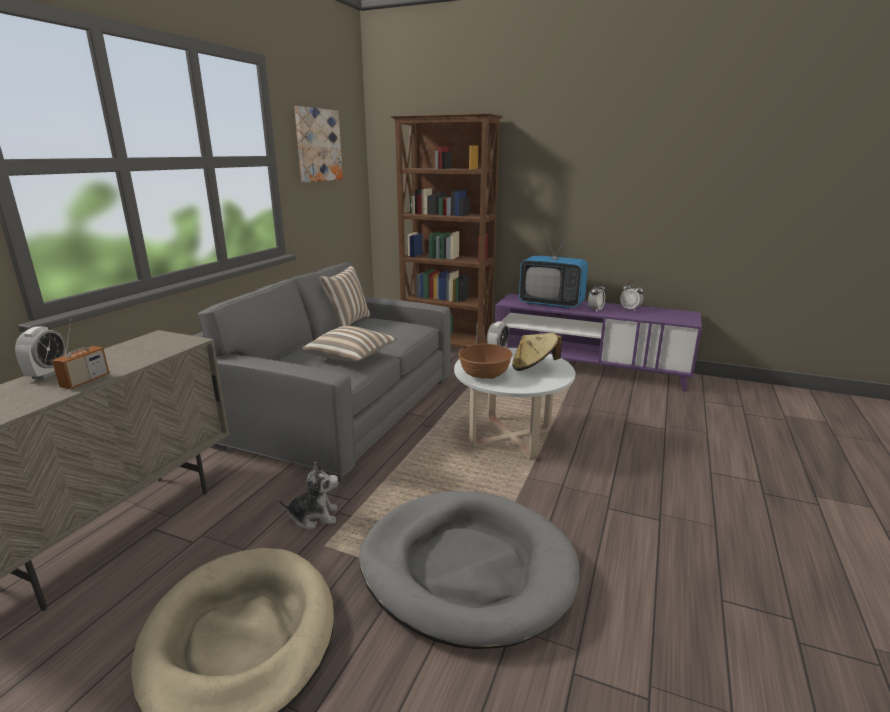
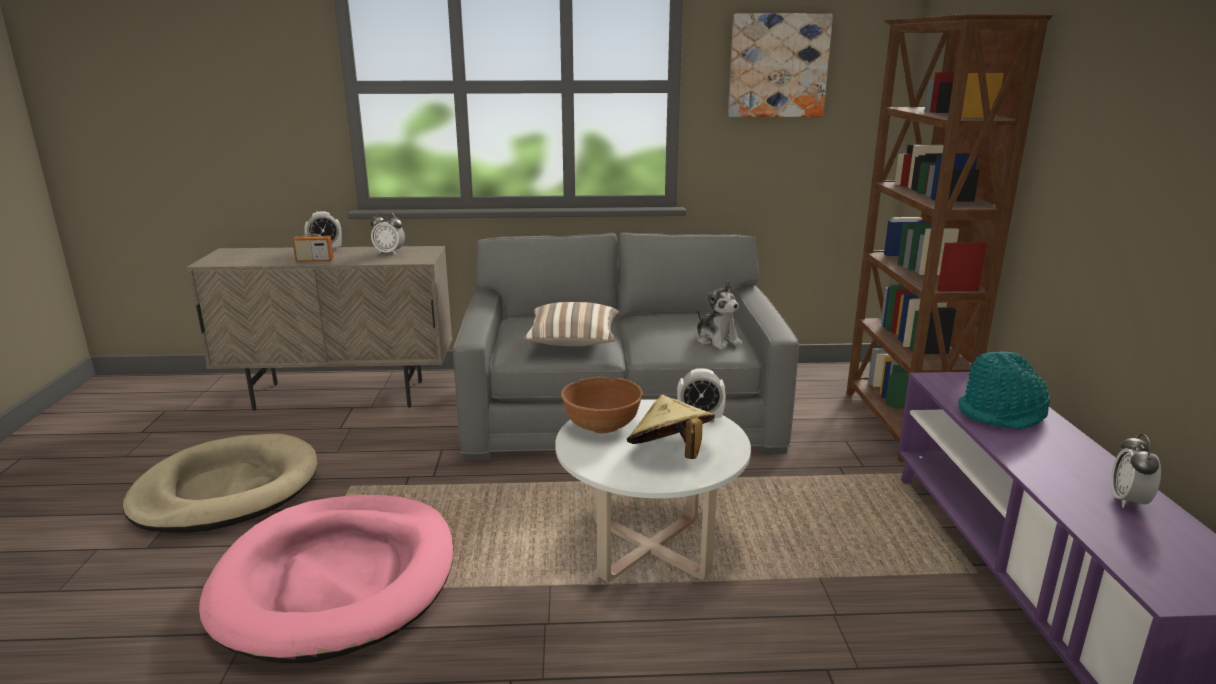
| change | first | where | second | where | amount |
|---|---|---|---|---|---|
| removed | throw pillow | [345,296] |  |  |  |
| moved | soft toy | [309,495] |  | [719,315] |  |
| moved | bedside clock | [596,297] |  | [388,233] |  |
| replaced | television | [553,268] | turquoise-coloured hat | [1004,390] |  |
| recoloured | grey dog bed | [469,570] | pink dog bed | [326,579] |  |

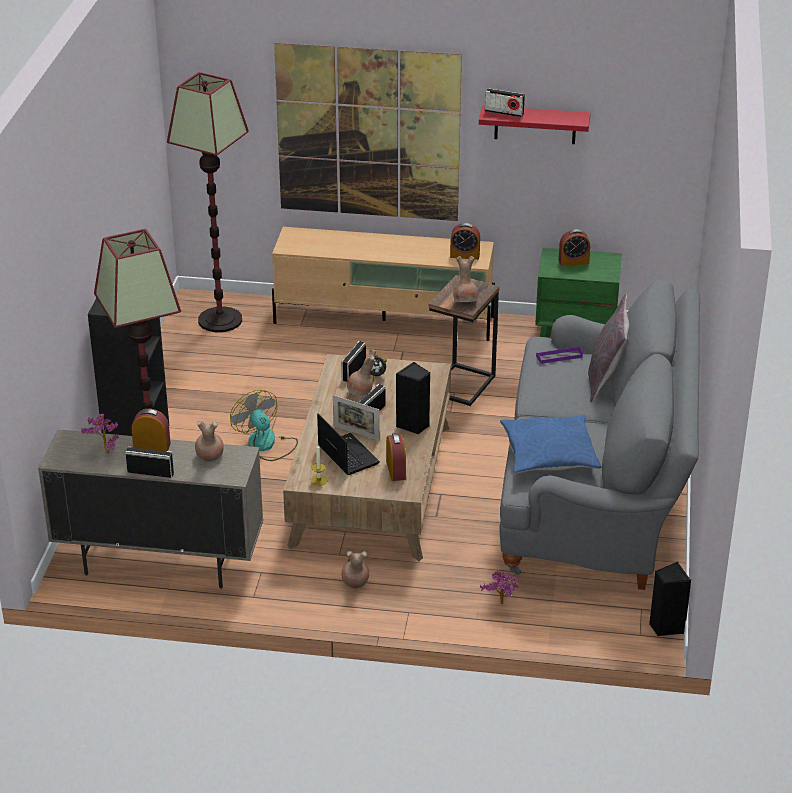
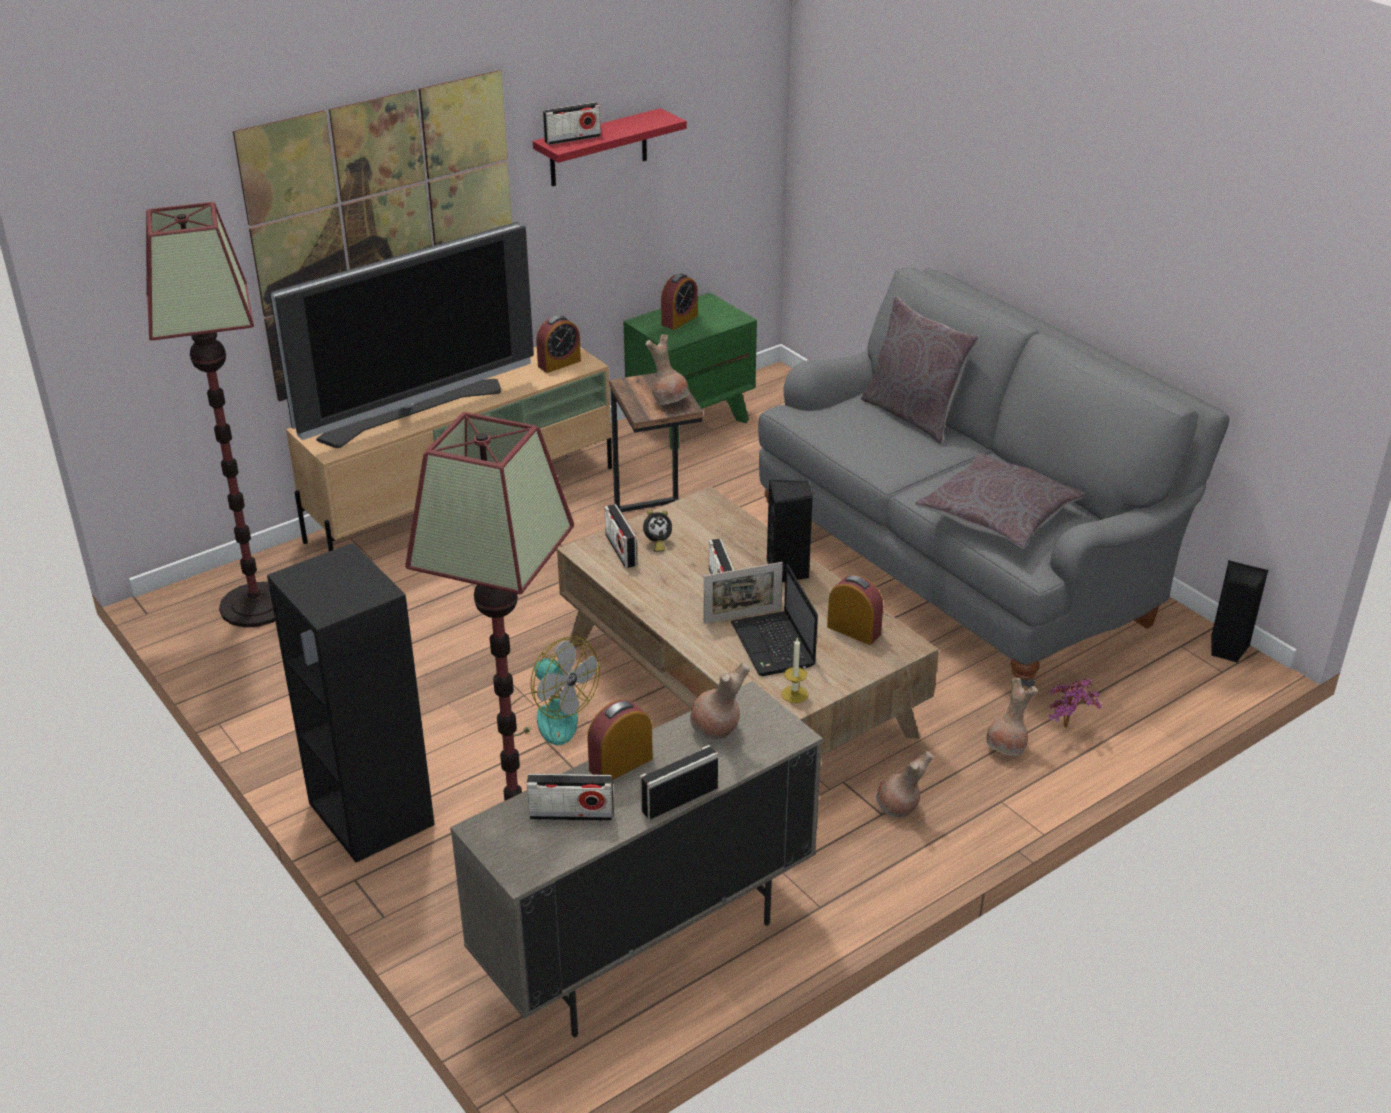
| change | first | where | second | where | amount |
|---|---|---|---|---|---|
| removed | purple-coloured carrying tray | [559,355] |  |  |  |
| added |  |  | television | [402,335] |  |
| moved | brownish flower vase | [361,372] |  | [1012,717] |  |
| replaced | houseplant | [100,433] | radio receiver | [570,797] |  |
| recoloured | blue-coloured throw pillow | [550,444] | grey throw pillow | [1000,501] |  |
| turned | electric fan | [264,425] |  | [555,690] | 150 degrees counterclockwise |
| turned | portable computer | [348,444] |  | [774,620] | 120 degrees counterclockwise |

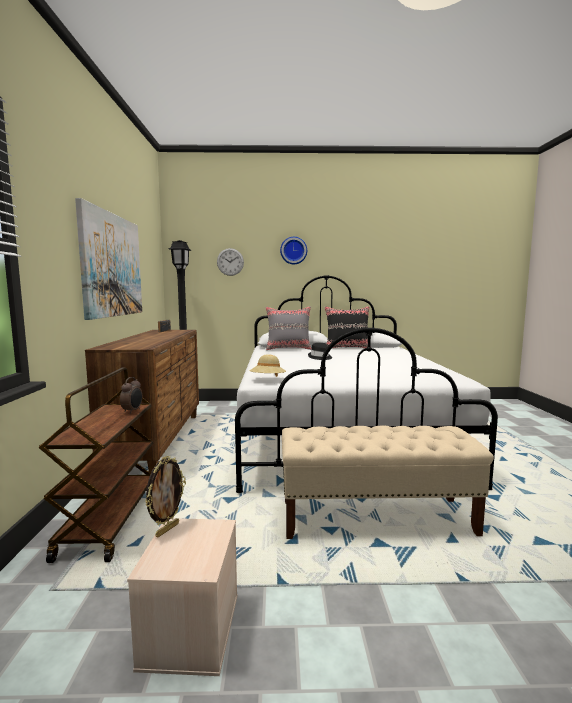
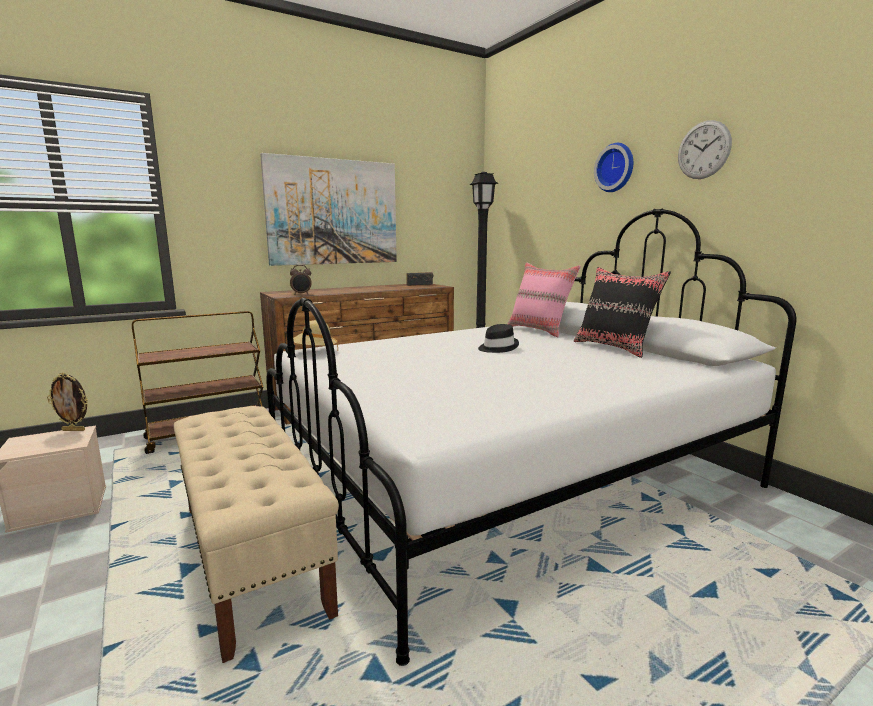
| change | first | where | second | where | amount |
|---|---|---|---|---|---|
| moved | bedside clock | [131,395] |  | [301,280] |  |
| moved | clock on the wall | [230,262] |  | [705,149] |  |
| recoloured | grey throw pillow | [289,328] | pink throw pillow | [544,300] |  |

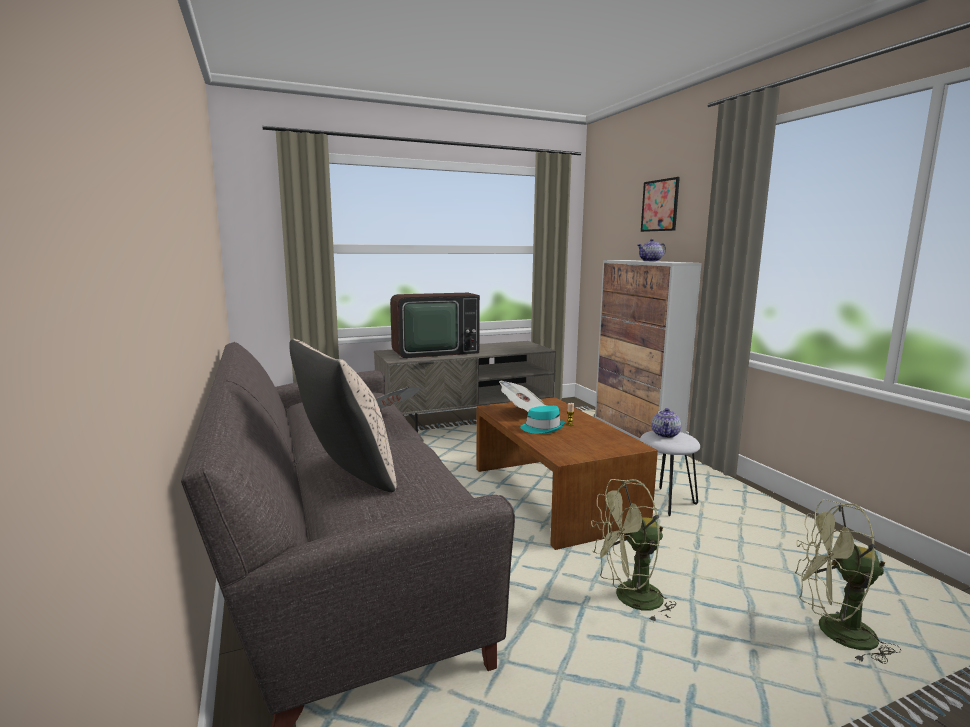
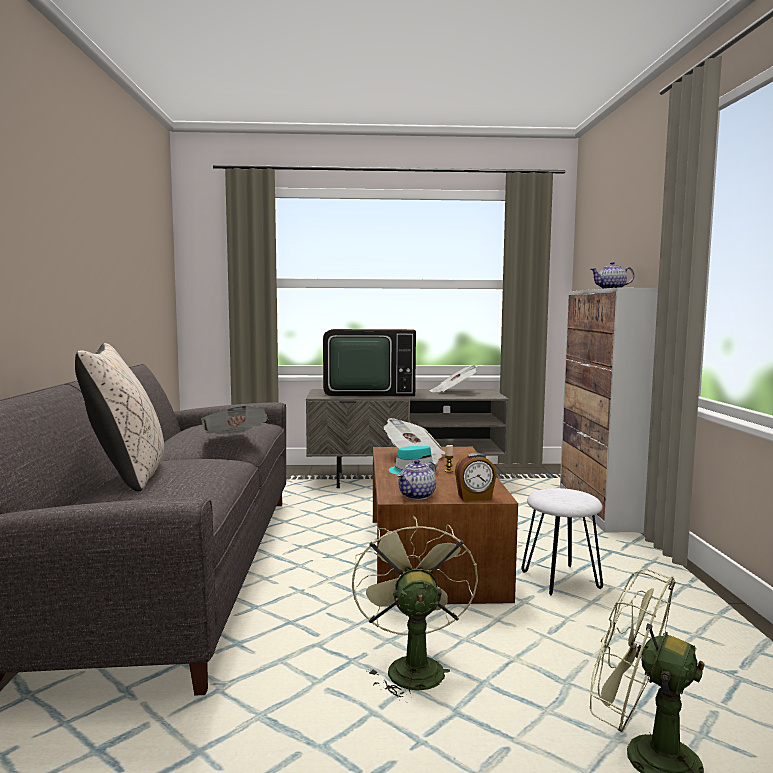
| change | first | where | second | where | amount |
|---|---|---|---|---|---|
| removed | picture | [660,204] |  |  |  |
| added |  |  | printed paper | [454,378] |  |
| added |  |  | bedside clock | [476,477] |  |
| moved | pot for tea | [666,423] |  | [416,479] |  |
| turned | green-coloured electric fan | [633,551] |  | [415,607] | 75 degrees clockwise |

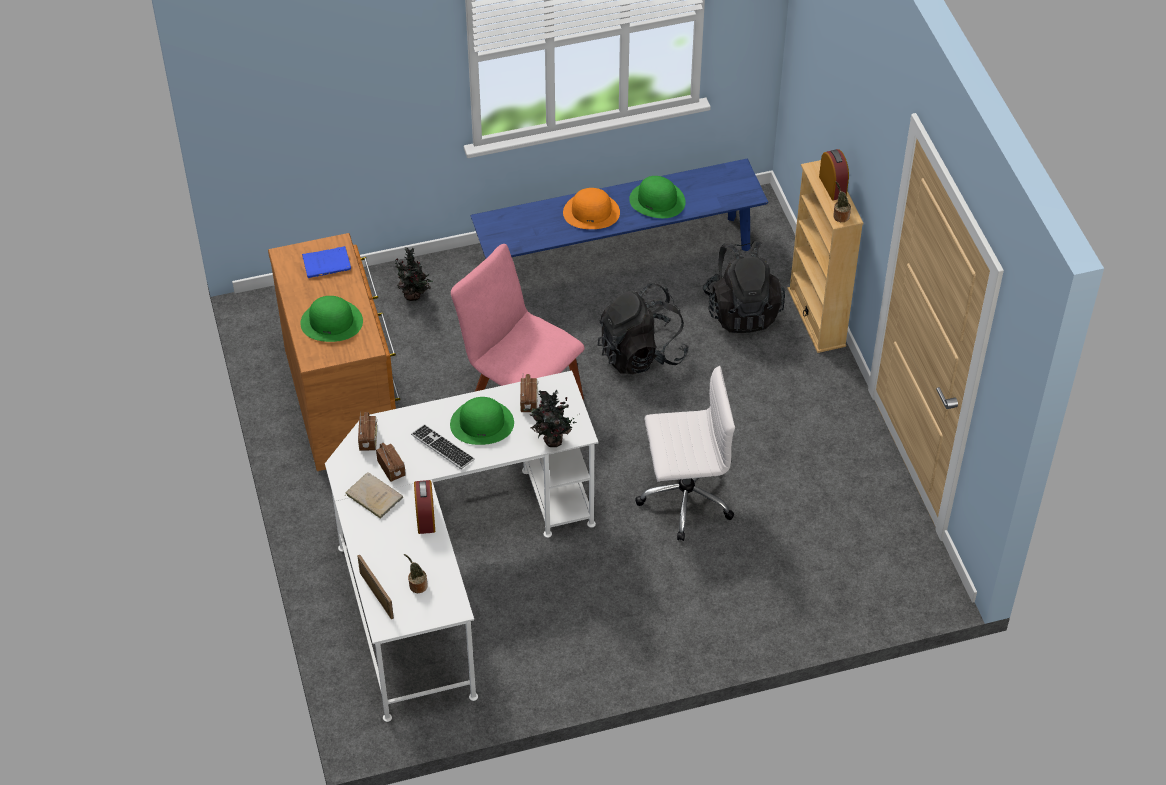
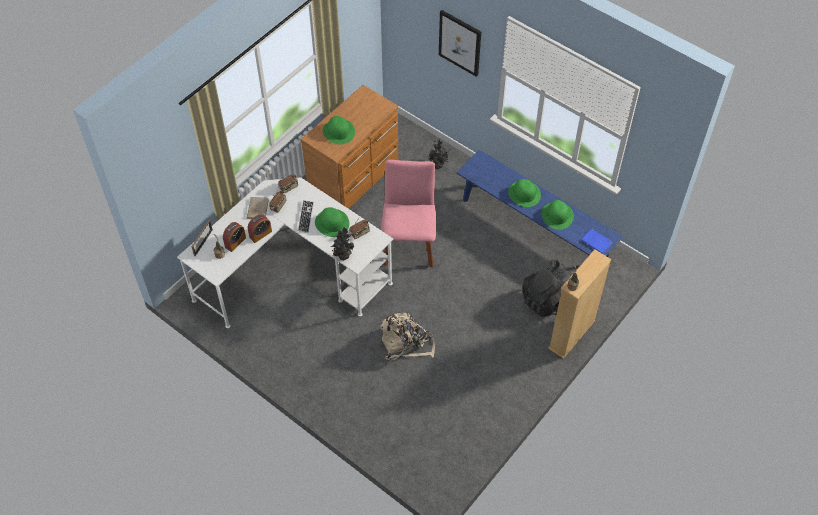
| change | first | where | second | where | amount |
|---|---|---|---|---|---|
| removed | black-coloured rucksack | [643,328] |  |  |  |
| added |  |  | picture | [460,43] |  |
| moved | blue-coloured volume | [326,262] |  | [597,241] |  |
| moved | bedside clock | [834,174] |  | [234,237] |  |
| replaced | white computer chair | [685,453] | beige rucksack | [407,336] |  |
| recoloured | orange hat | [591,208] | green-coloured hat | [524,193] |  |

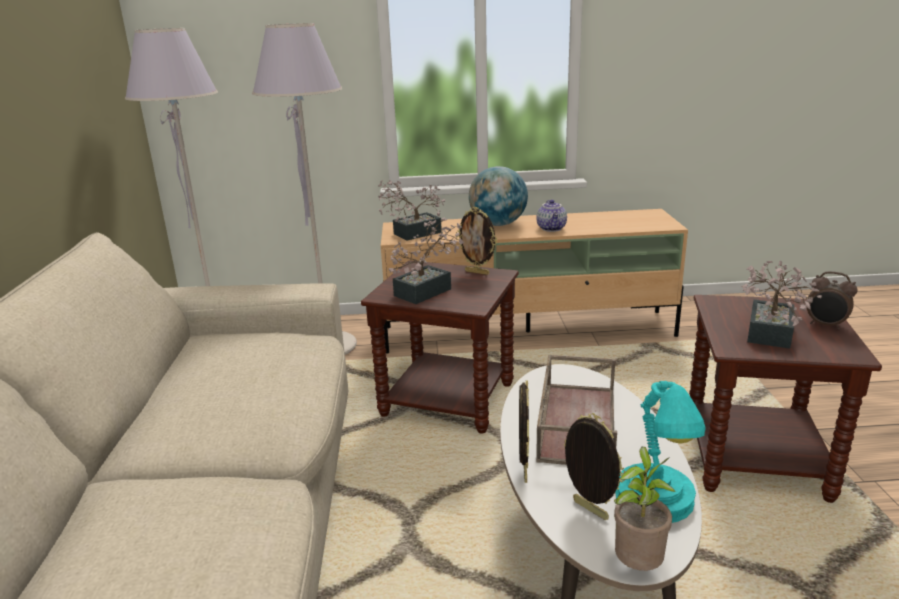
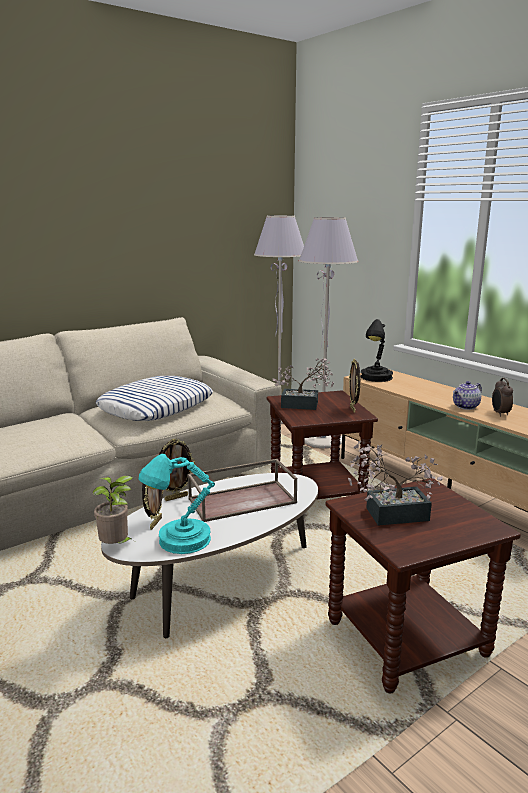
| change | first | where | second | where | amount |
|---|---|---|---|---|---|
| removed | world globe | [498,196] |  |  |  |
| added |  |  | throw pillow | [154,398] |  |
| moved | bedside clock | [832,300] |  | [502,397] |  |
| replaced | houseplant | [411,210] | black-coloured lamp for a table | [376,350] |  |

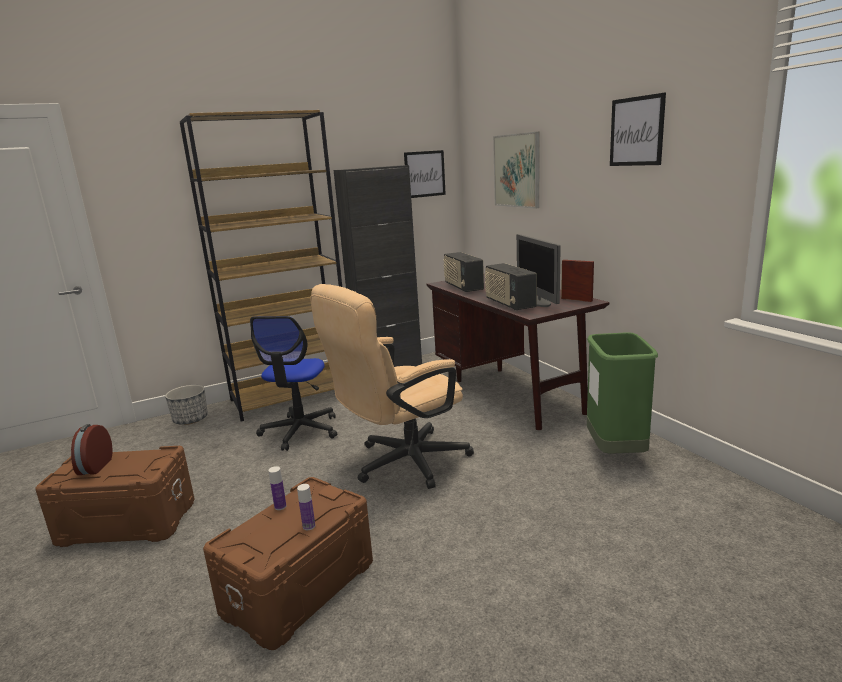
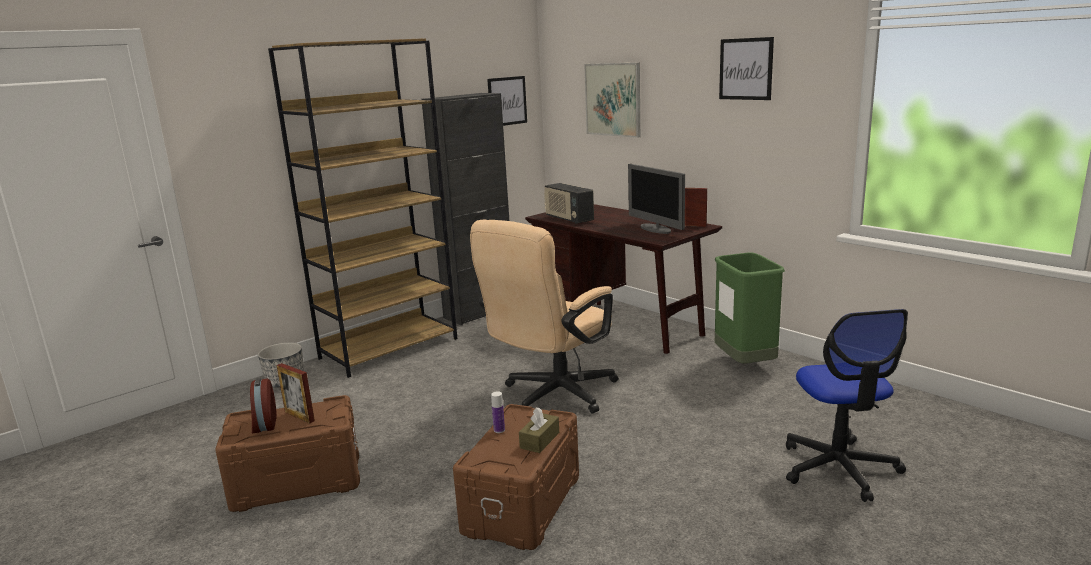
| change | first | where | second | where | amount |
|---|---|---|---|---|---|
| removed | radio receiver | [511,286] |  |  |  |
| added |  |  | picture frame | [296,393] |  |
| moved | computer chair | [293,383] |  | [847,405] |  |
| replaced | bottle | [306,507] | brownish tissue holder | [539,430] |  |

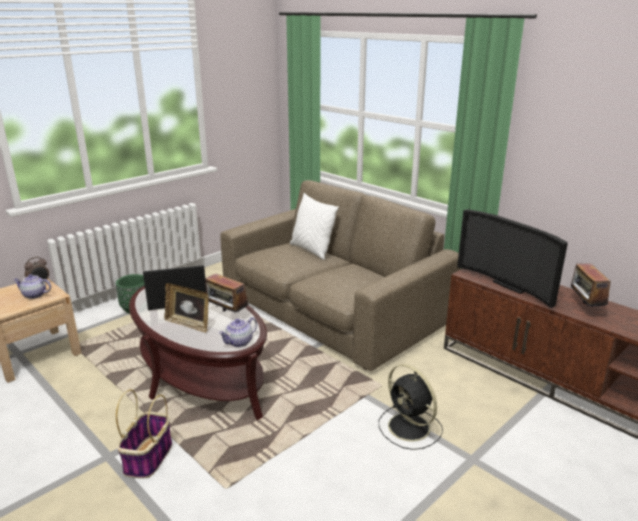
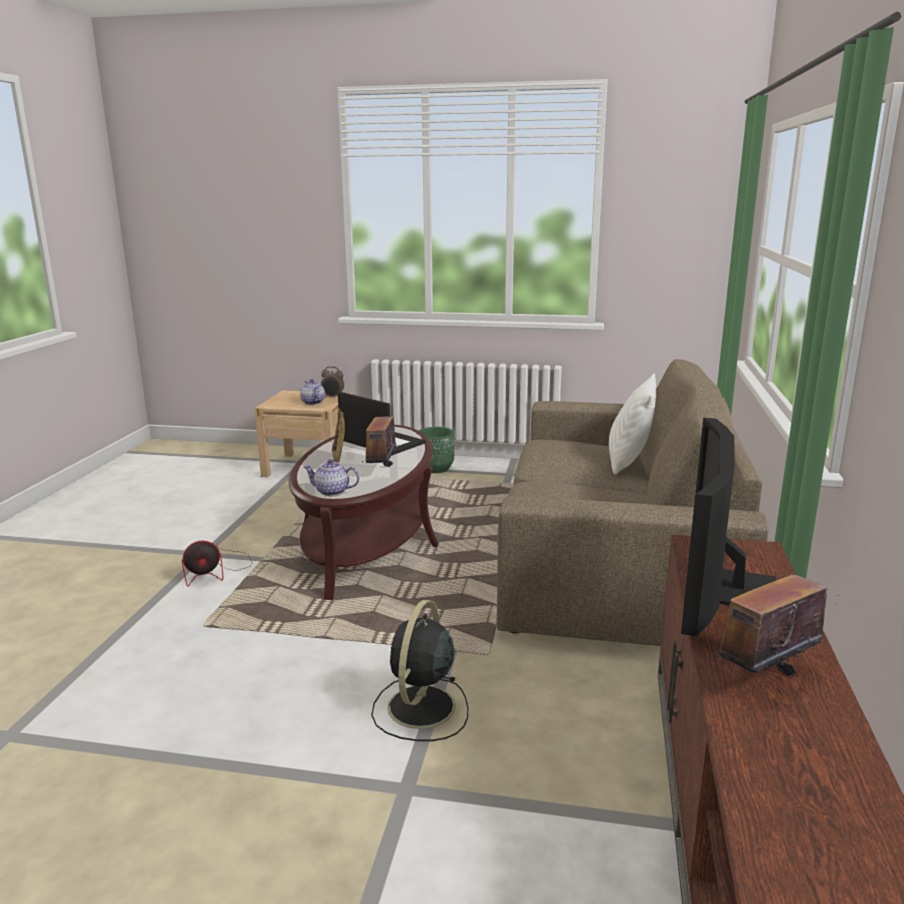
| change | first | where | second | where | amount |
|---|---|---|---|---|---|
| replaced | basket | [144,433] | electric fan | [217,563] |  |

